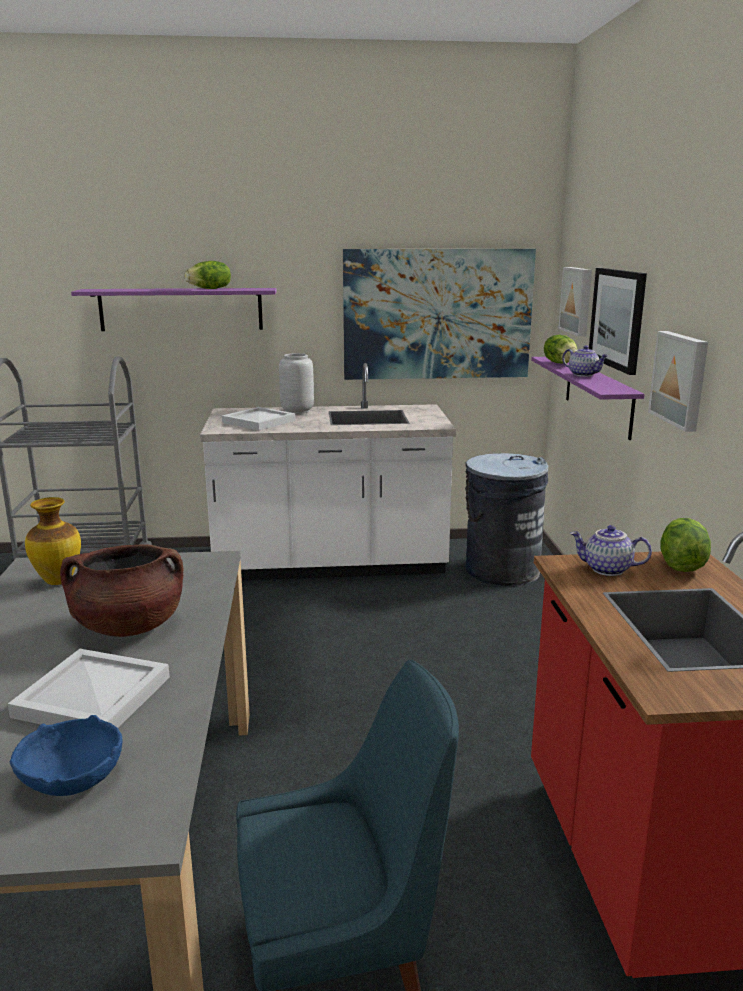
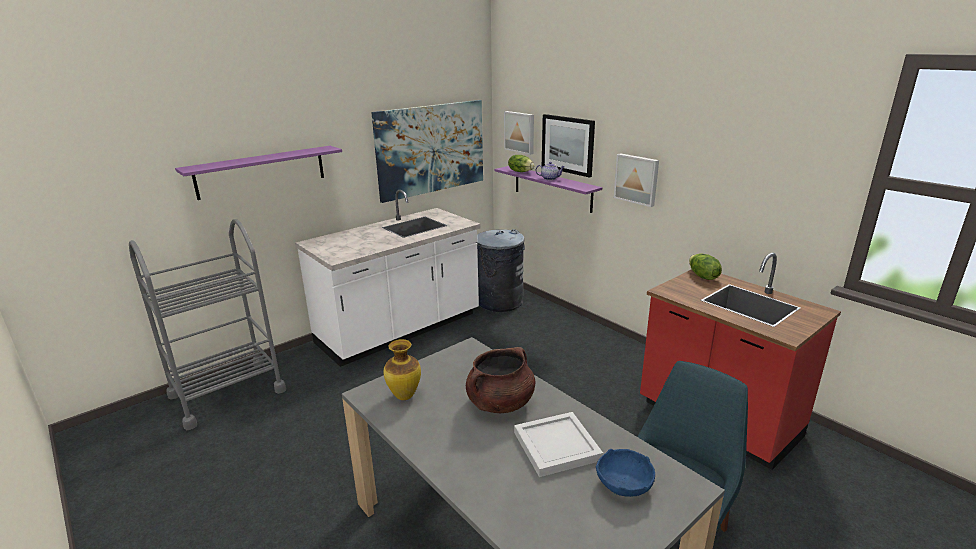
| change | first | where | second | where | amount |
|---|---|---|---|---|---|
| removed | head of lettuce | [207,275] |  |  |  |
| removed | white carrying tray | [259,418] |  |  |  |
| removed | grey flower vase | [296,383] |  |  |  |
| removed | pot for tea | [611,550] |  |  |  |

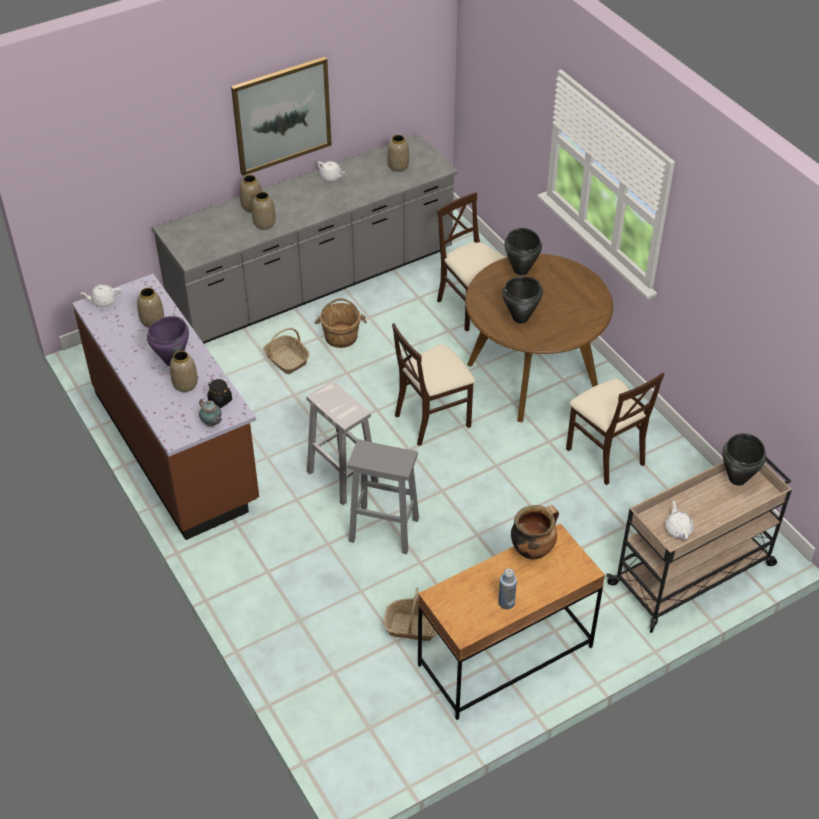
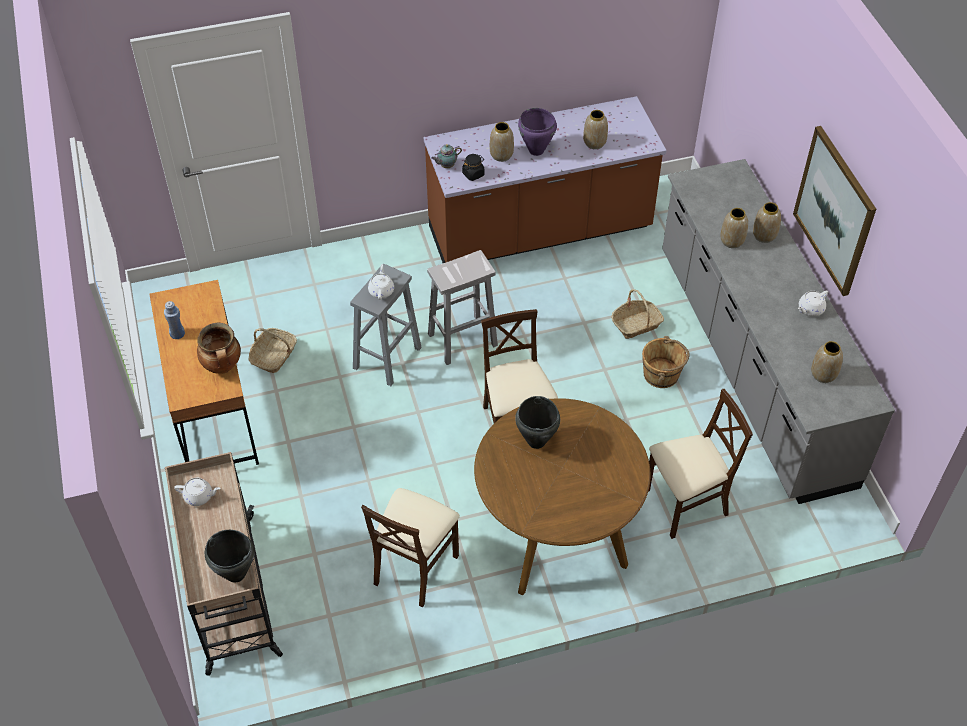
| change | first | where | second | where | amount |
|---|---|---|---|---|---|
| removed | black-coloured cooking pot | [523,251] |  |  |  |
| moved | white pot for tea | [101,295] |  | [381,282] |  |
| turned | beige upright chair | [615,429] |  | [410,547] | 45 degrees counterclockwise |

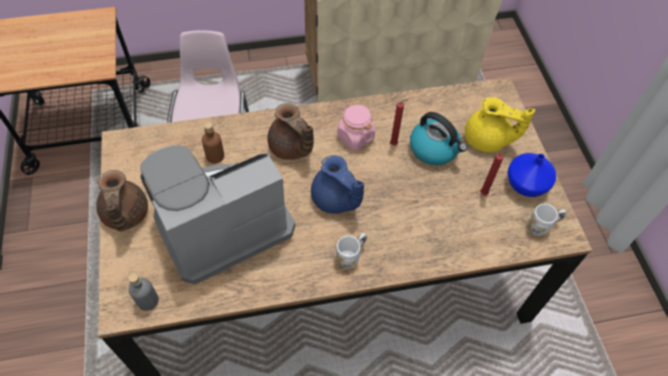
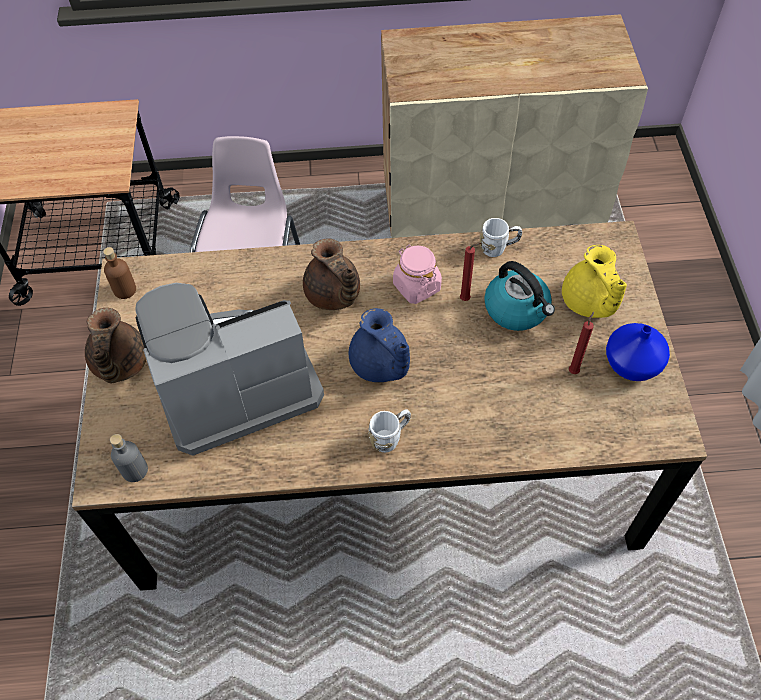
| change | first | where | second | where | amount |
|---|---|---|---|---|---|
| moved | brownish bottle | [213,143] |  | [119,273] |  |
| moved | white tea mug | [547,220] |  | [501,237] |  |
| turned | yellow-coloured pot for tea | [500,124] |  | [594,281] | 45 degrees clockwise |

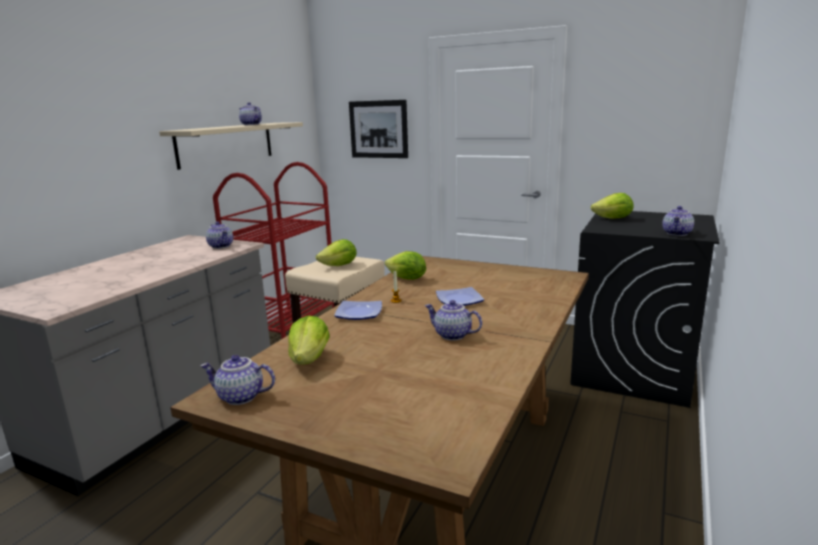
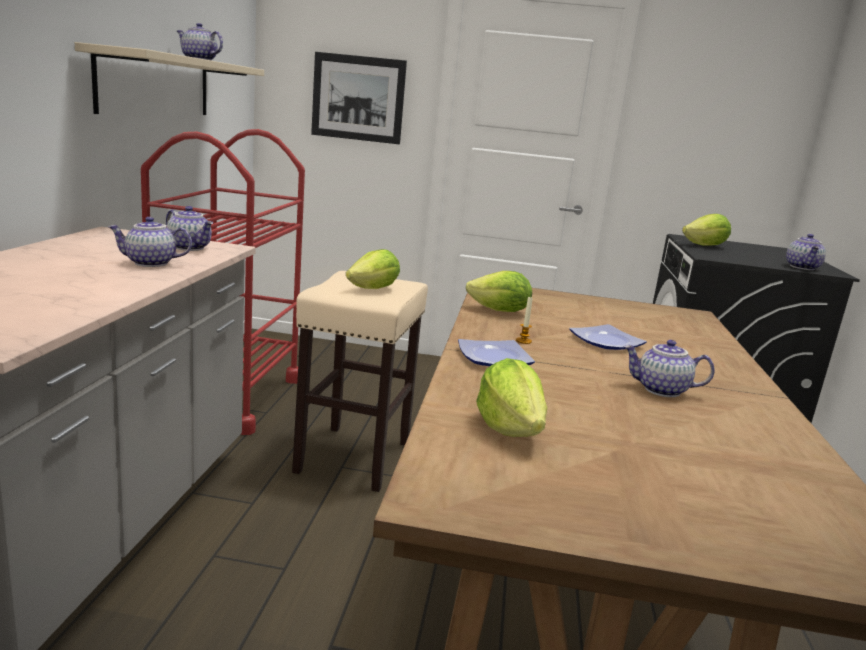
| change | first | where | second | where | amount |
|---|---|---|---|---|---|
| moved | pot for tea | [237,380] |  | [150,242] |  |

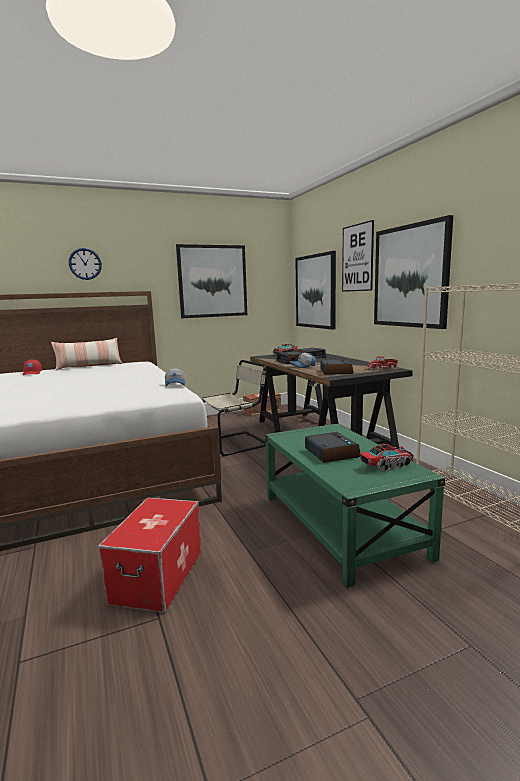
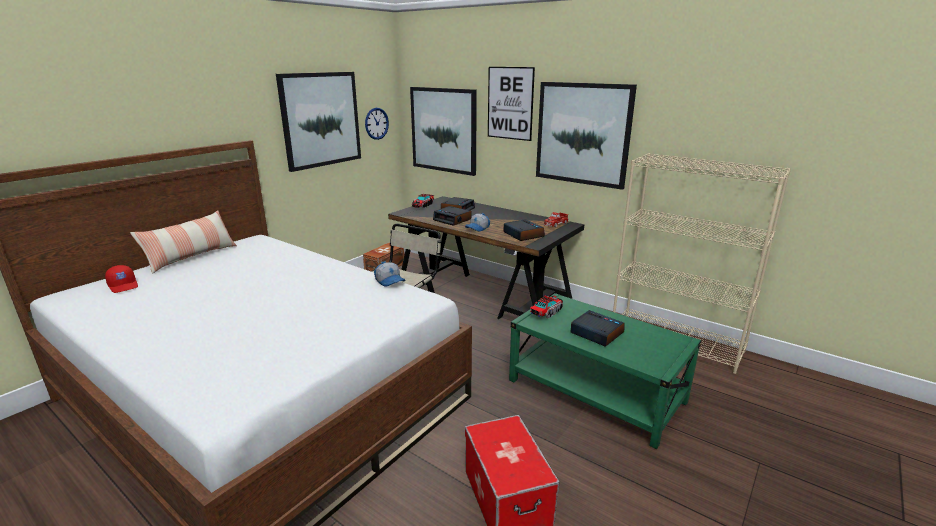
| change | first | where | second | where | amount |
|---|---|---|---|---|---|
| moved | clock on the wall | [85,264] |  | [377,124] |  |
| moved | model truck | [387,457] |  | [546,307] |  |

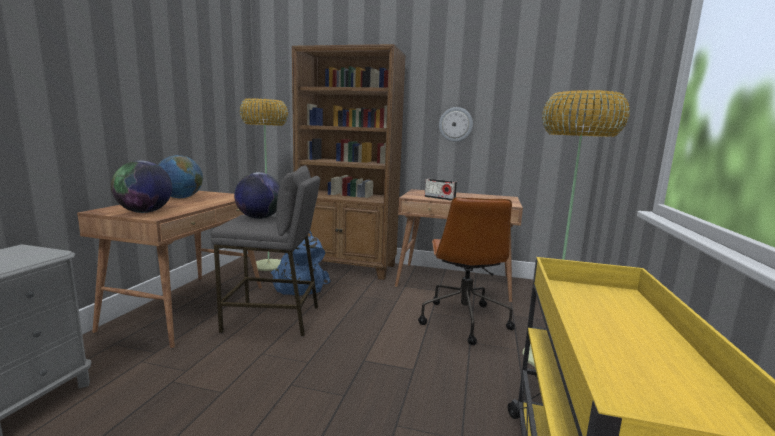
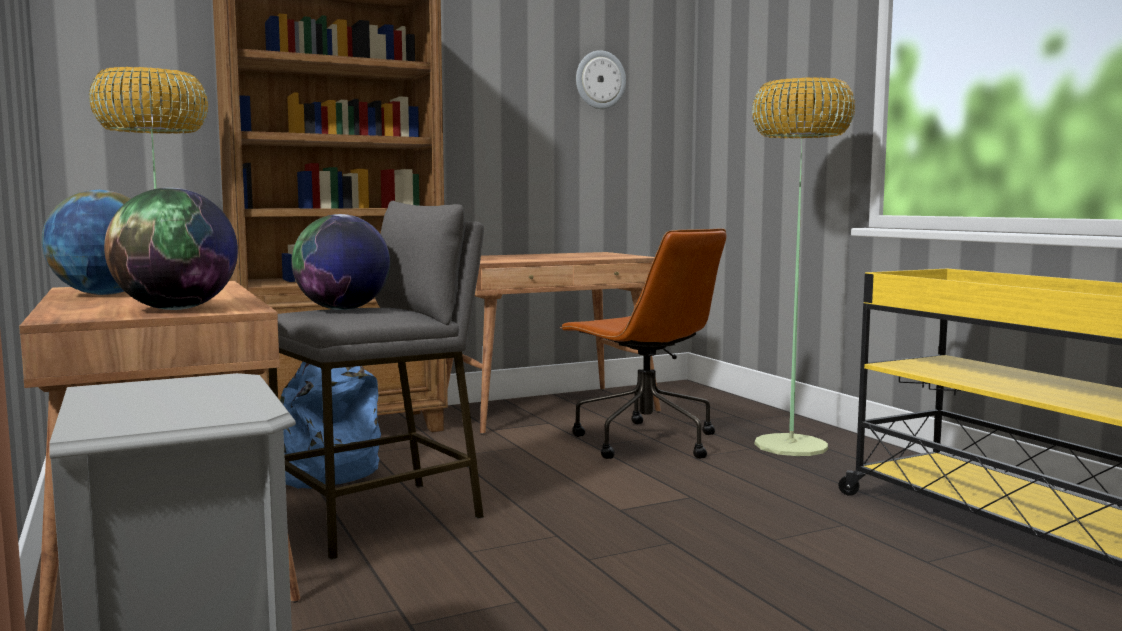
| change | first | where | second | where | amount |
|---|---|---|---|---|---|
| removed | radio receiver | [441,189] |  |  |  |
| moved | clock on the wall | [456,124] |  | [601,79] |  |

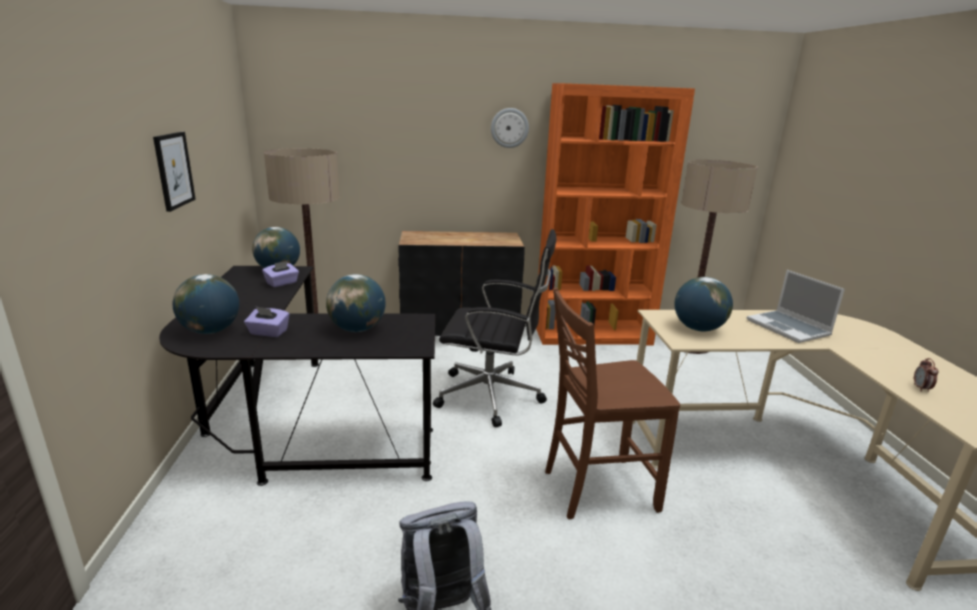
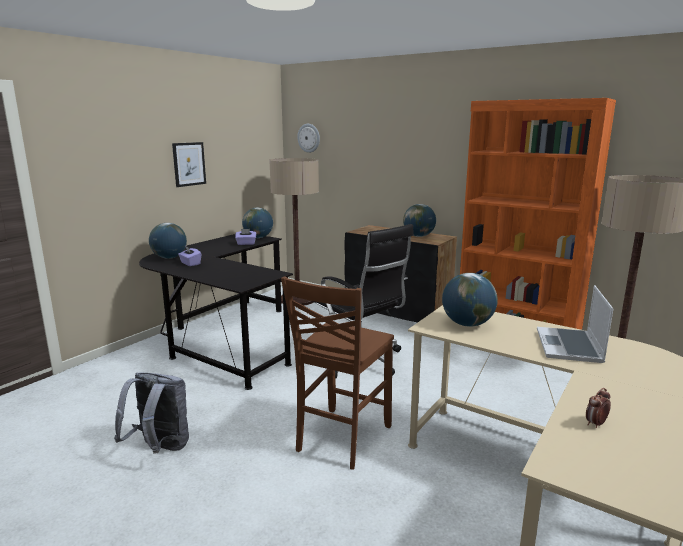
| change | first | where | second | where | amount |
|---|---|---|---|---|---|
| moved | world globe | [356,303] |  | [419,220] |  |
| moved | clock on the wall | [510,128] |  | [308,138] |  |
| turned | brownish upright chair | [612,404] |  | [337,373] | 90 degrees counterclockwise |

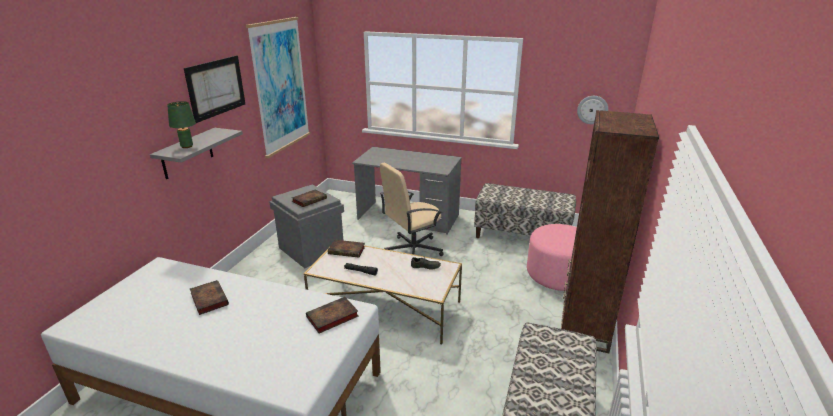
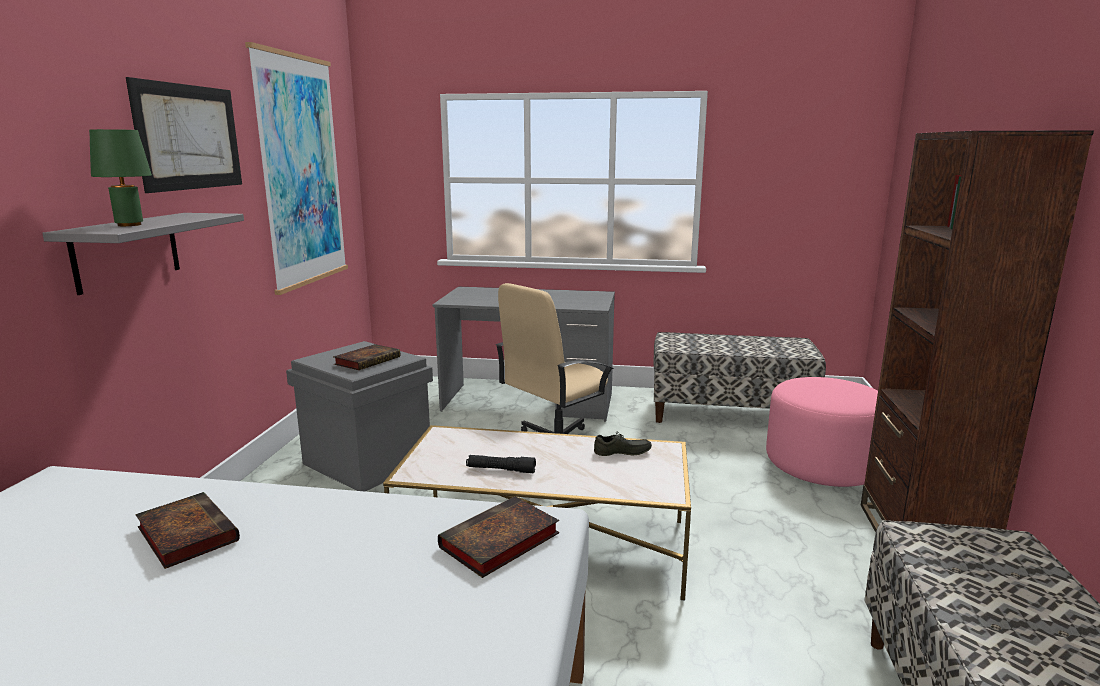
| change | first | where | second | where | amount |
|---|---|---|---|---|---|
| removed | volume | [346,249] |  |  |  |
| removed | clock on the wall | [592,110] |  |  |  |

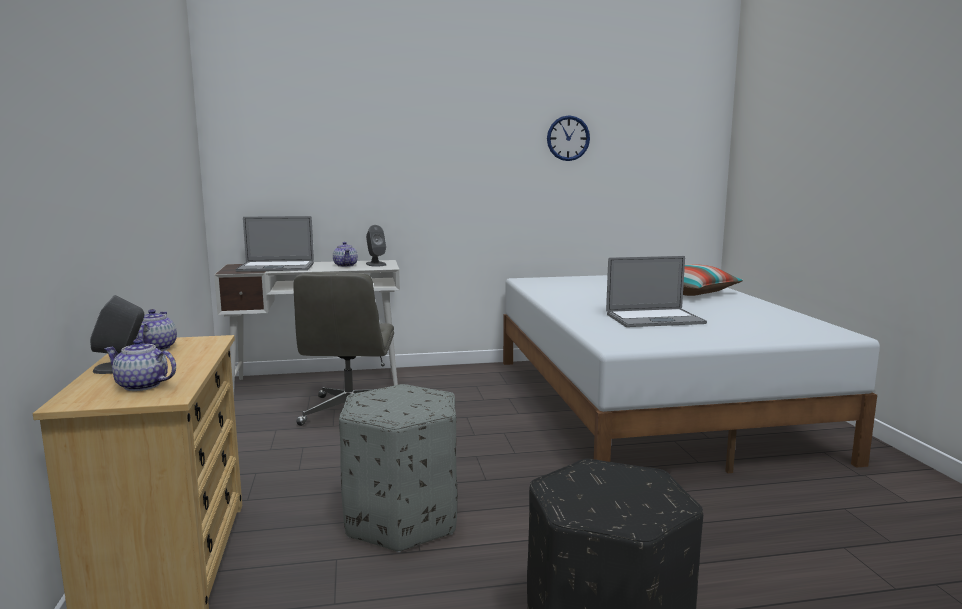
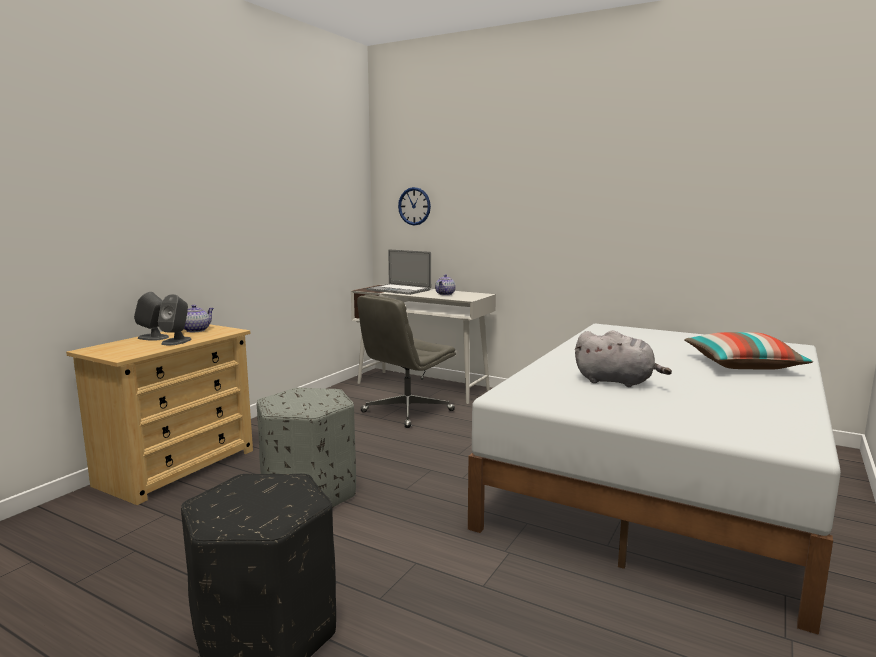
| change | first | where | second | where | amount |
|---|---|---|---|---|---|
| removed | pot for tea | [140,365] |  |  |  |
| moved | grey speaker | [376,246] |  | [175,319] |  |
| moved | clock on the wall | [568,138] |  | [414,206] |  |
| replaced | portable computer | [656,291] | grey soft toy | [623,358] |  |

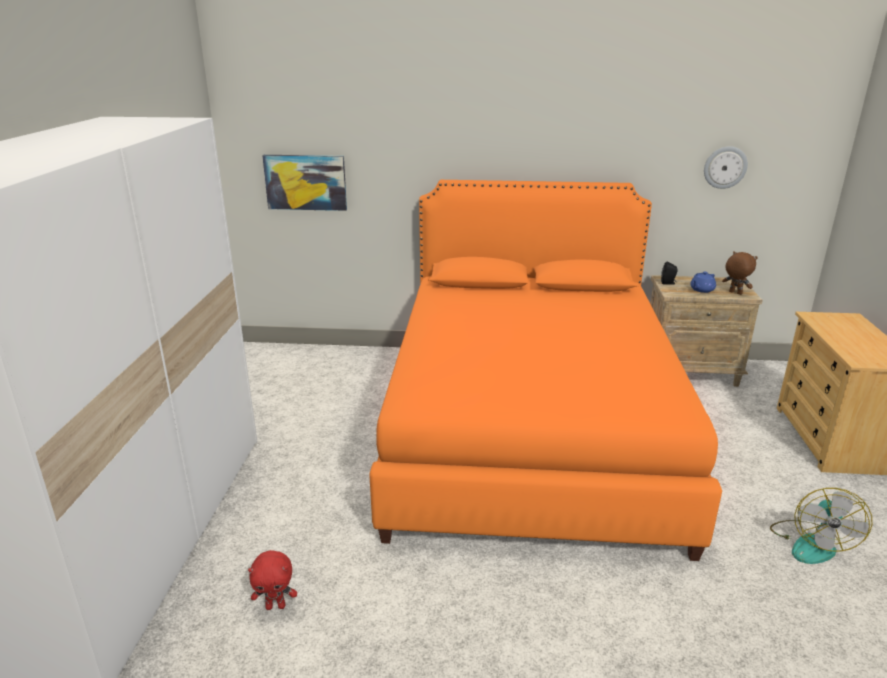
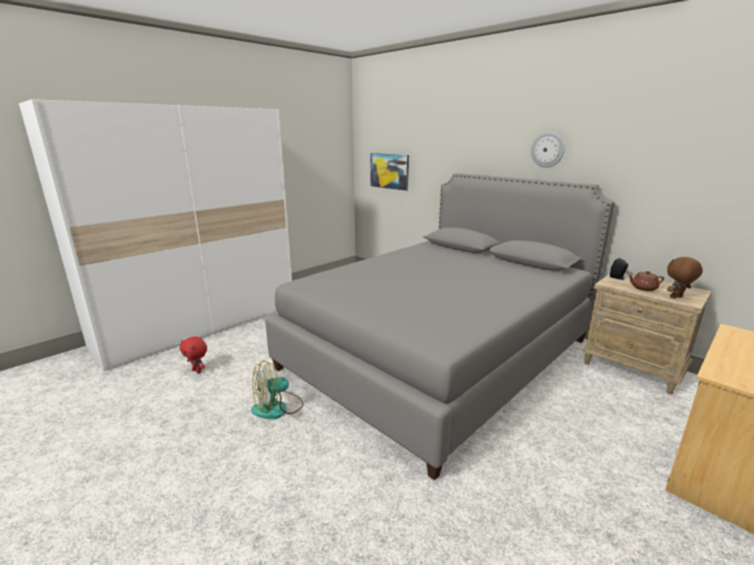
| change | first | where | second | where | amount |
|---|---|---|---|---|---|
| moved | clock on the wall | [726,167] |  | [548,150] |  |
| moved | electric fan | [821,526] |  | [277,390] |  |
| recoloured | orange sleeping bed | [545,370] | grey sleeping bed | [440,326] |  |
| recoloured | blue-coloured pot for tea | [703,282] | brownish pot for tea | [646,281] |  |
| turned | brownish soft toy | [740,273] |  | [685,278] | 105 degrees counterclockwise |

